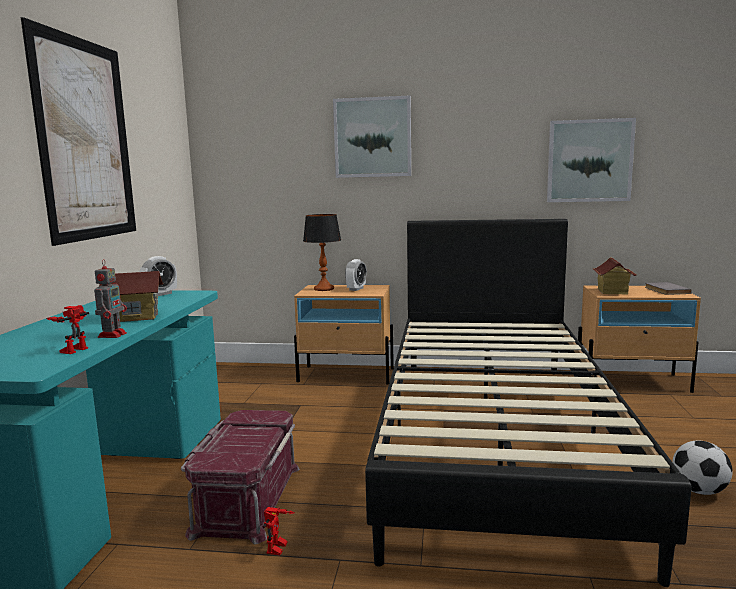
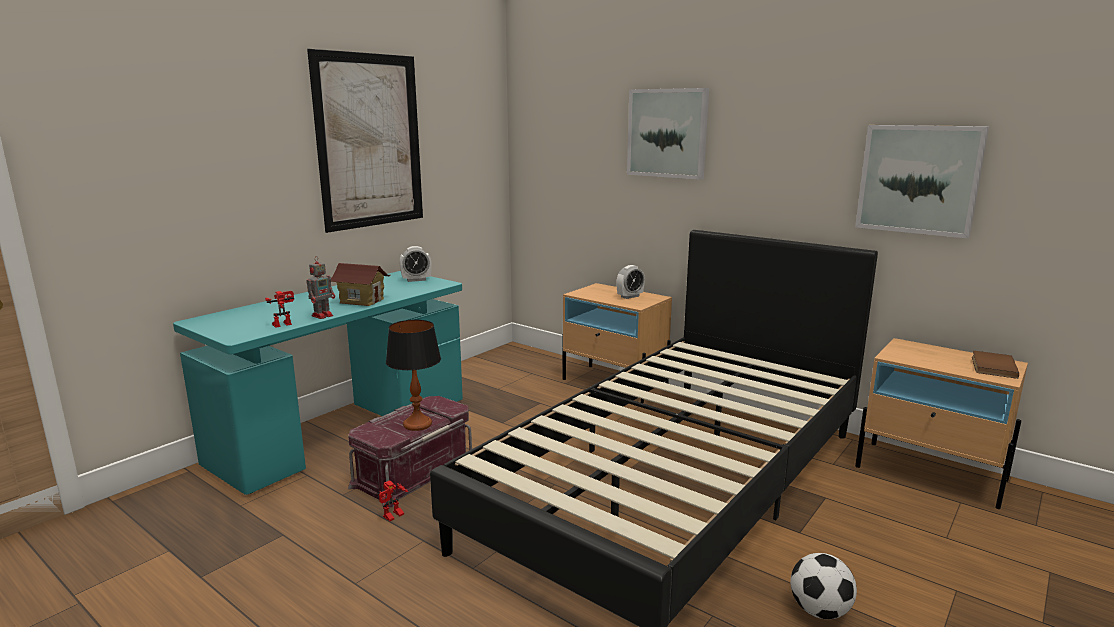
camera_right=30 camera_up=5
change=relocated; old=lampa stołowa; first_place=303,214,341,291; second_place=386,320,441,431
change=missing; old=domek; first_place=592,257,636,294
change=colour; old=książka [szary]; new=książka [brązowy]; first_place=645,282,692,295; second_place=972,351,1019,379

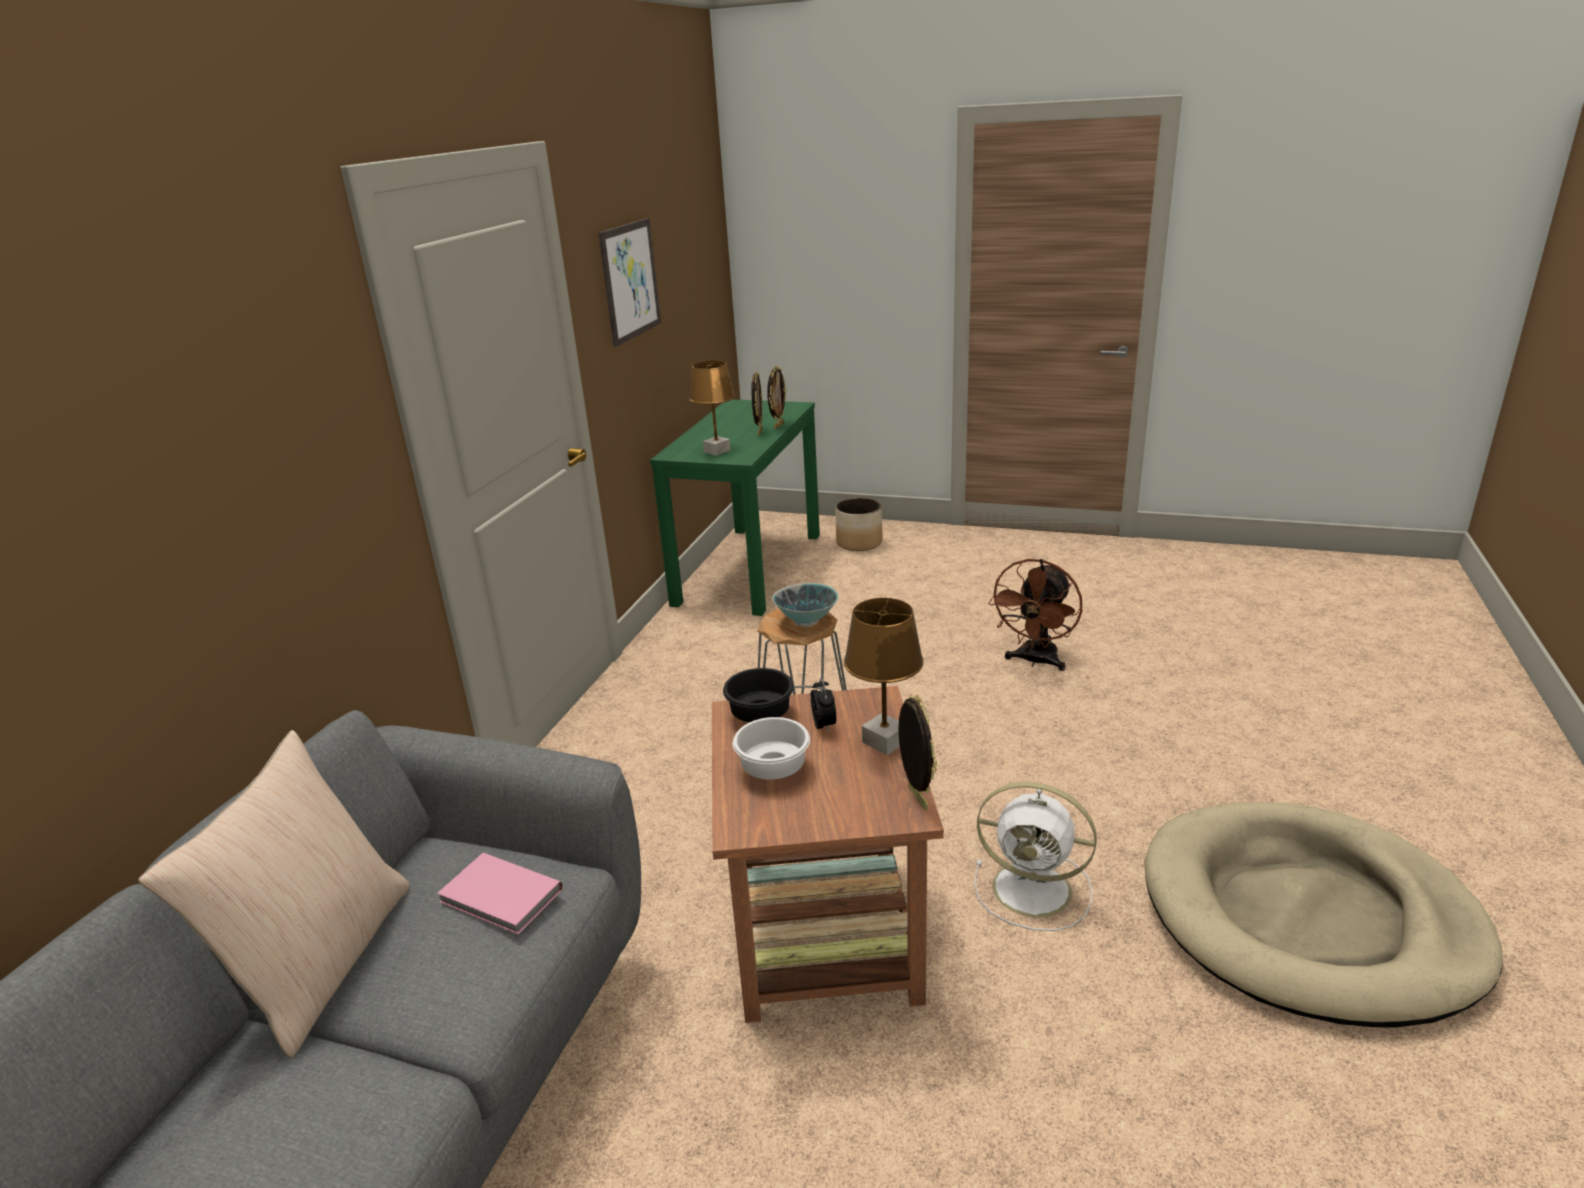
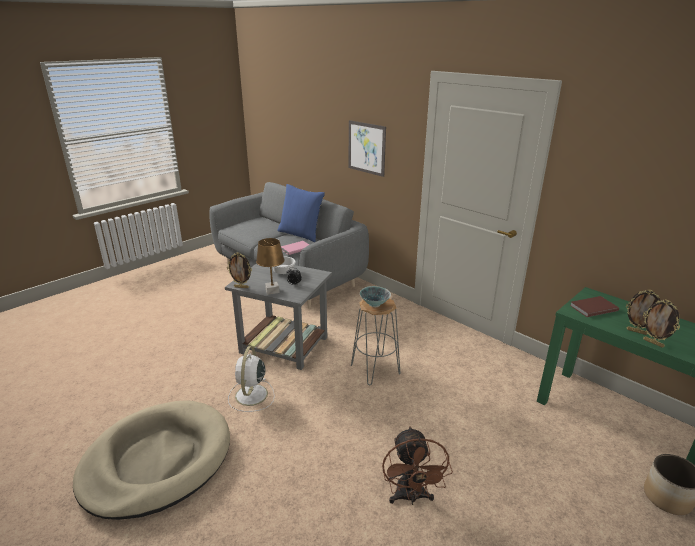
camera_right=115 camera_up=0
change=relocated; old=obraz; first_place=598,218,661,347; second_place=349,120,386,177
change=exchanged; old=lampa stołowa [brązowy]; new=książka [brązowy]; first_place=689,360,735,456; second_place=570,296,619,317
change=spun; old=wentylator [brązowy]; first_place=988,559,1082,671; second_place=382,426,453,505; degrees=-150
change=missing; old=miska [czarny]; first_place=723,668,794,722
change=colour; old=stolik [brązowy]; new=stolik [szary]; first_place=712,686,944,1023; second_place=225,263,332,370
change=colour; old=poduszka [beżowy]; new=poduszka [niebieski]; first_place=138,730,410,1058; second_place=277,184,325,242
change=spun; old=wentylator [biały]; first_place=974,782,1097,931; second_place=228,346,275,412; degrees=-45

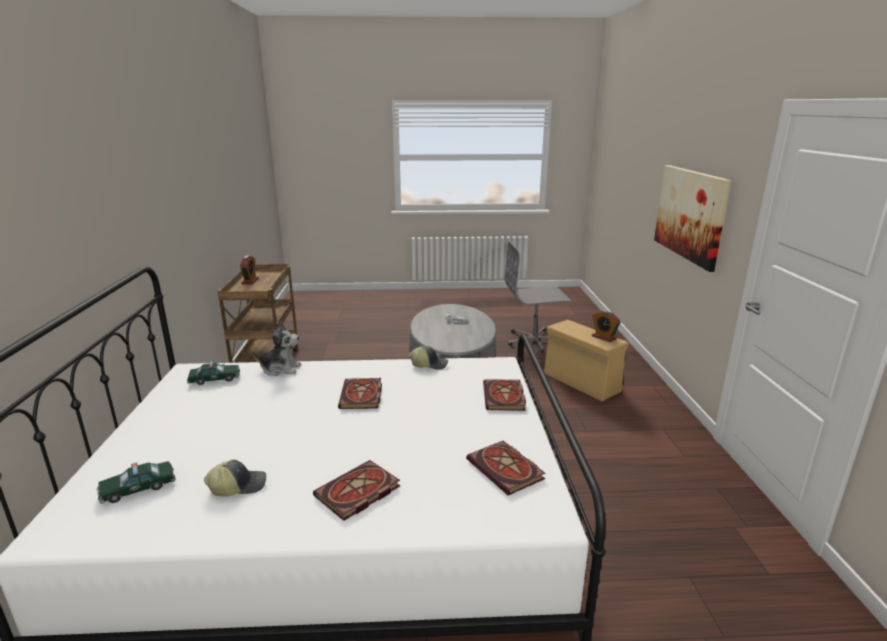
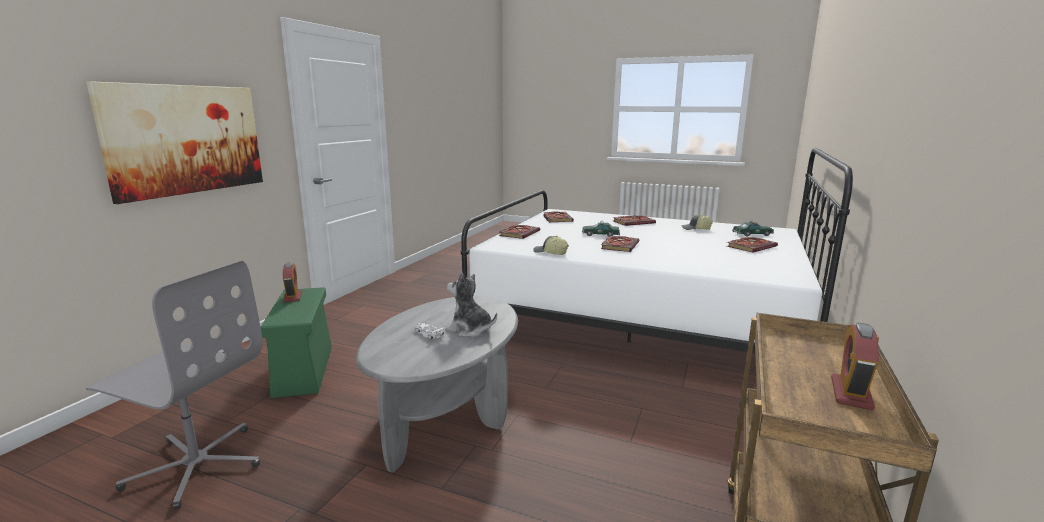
camera_right=-155 camera_up=-5
change=colour; old=pojemnik do przechowywania [beżowy]; new=pojemnik do przechowywania [zielony]; first_place=544,320,628,401; second_place=261,287,332,398
change=relocated; old=pluszak; first_place=252,322,301,376; second_place=445,272,497,337
change=relocated; old=samochodzik; first_place=187,361,240,385; second_place=582,221,620,237
change=appeared; new=książka; second_place=727,237,778,253

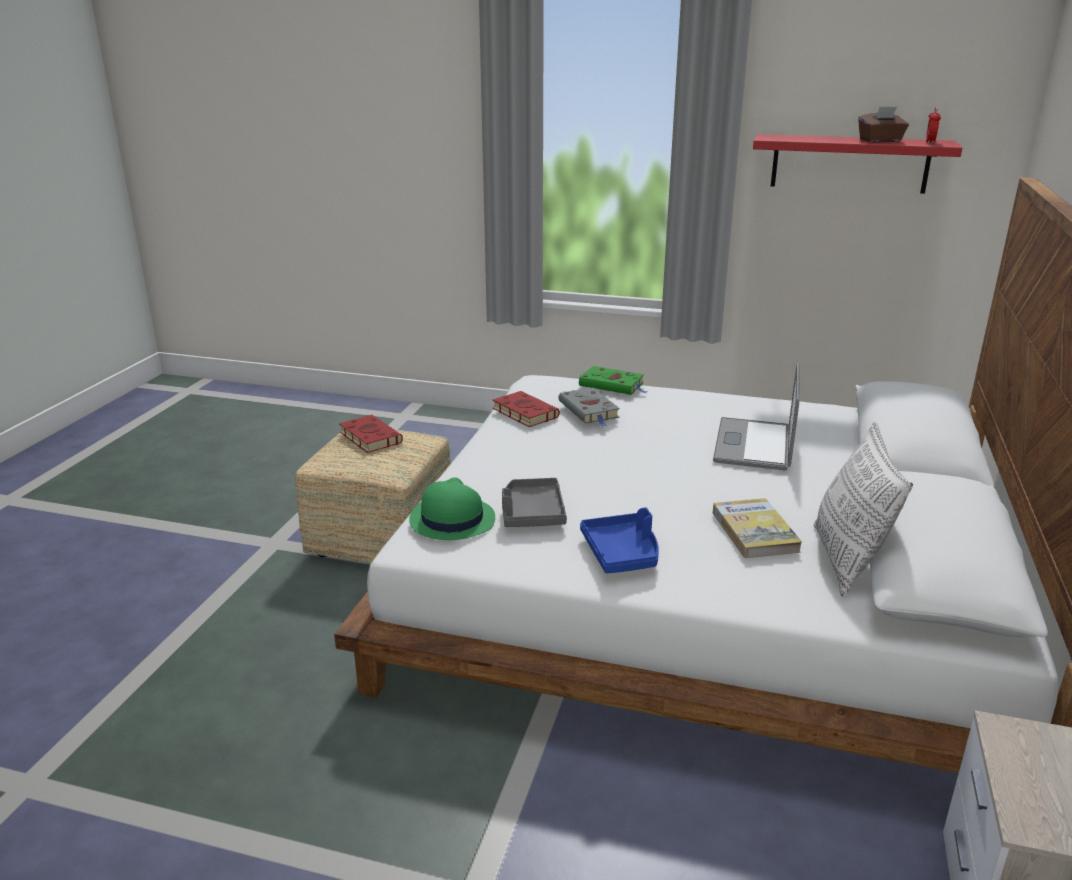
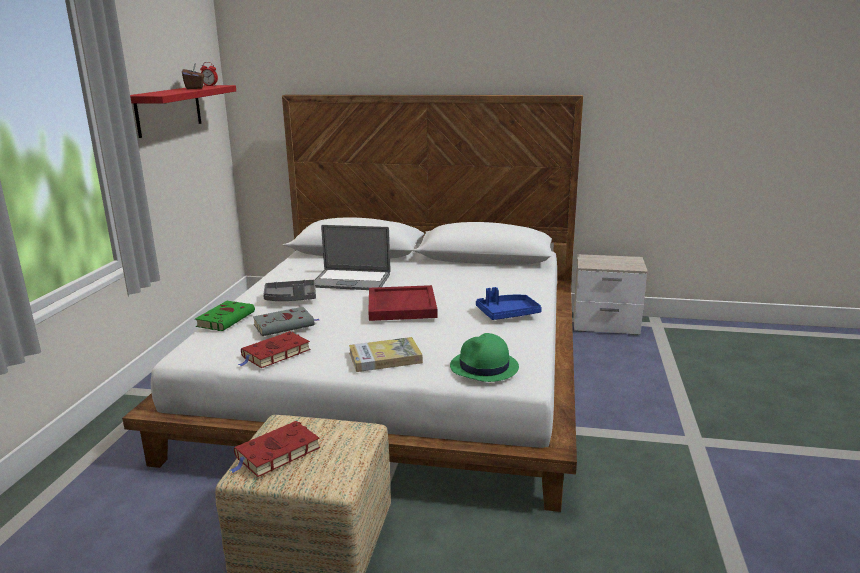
camera_right=-95 camera_up=-5
change=missing; old=poduszka; first_place=814,422,913,597
change=relocated; old=taca [szary]; first_place=502,478,567,527; second_place=263,280,316,301
change=relocated; old=książka; first_place=713,498,802,558; second_place=349,337,423,372
change=appeared; new=taca [czerwony]; second_place=368,285,438,321

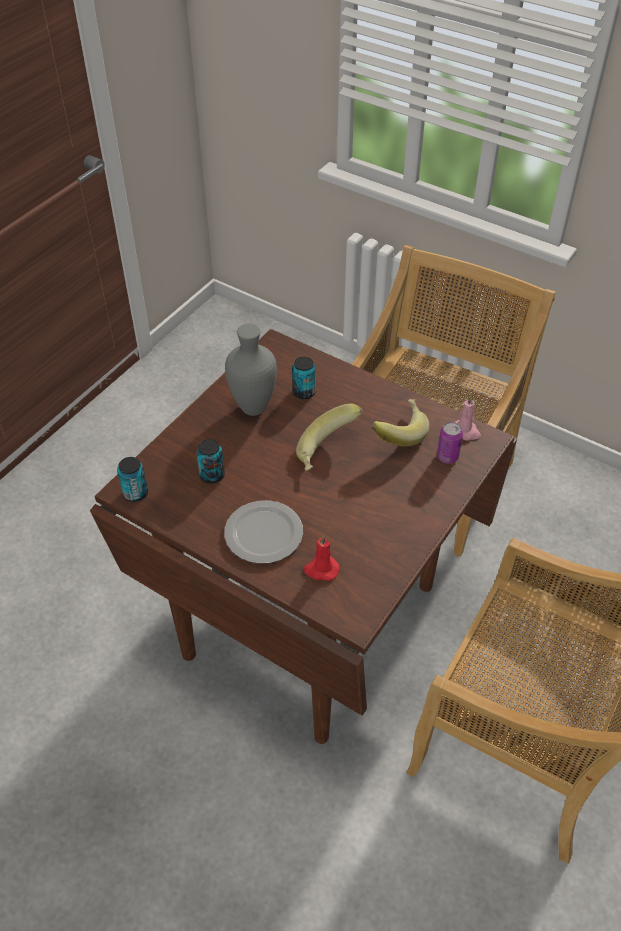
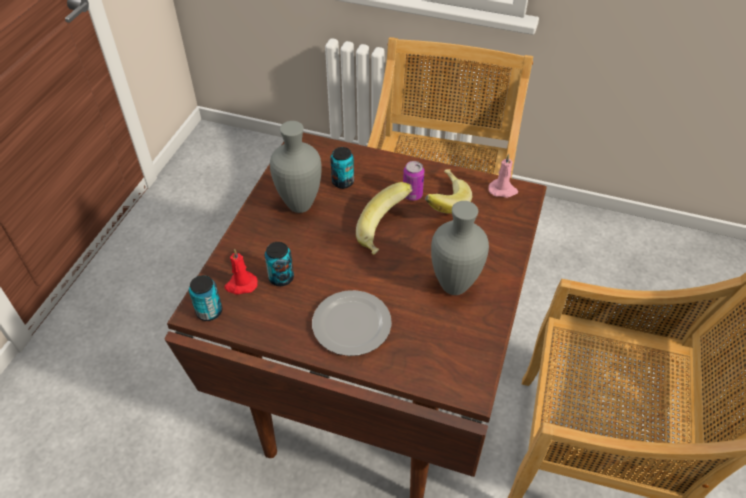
camera_right=-15 camera_up=0
change=relocated; old=puszka; first_place=437,422,463,464; second_place=403,161,424,201
change=relocated; old=świeca [czerwony]; first_place=303,535,339,581; second_place=224,249,258,294
change=appeared; new=wazon [szary]; second_place=431,201,489,295

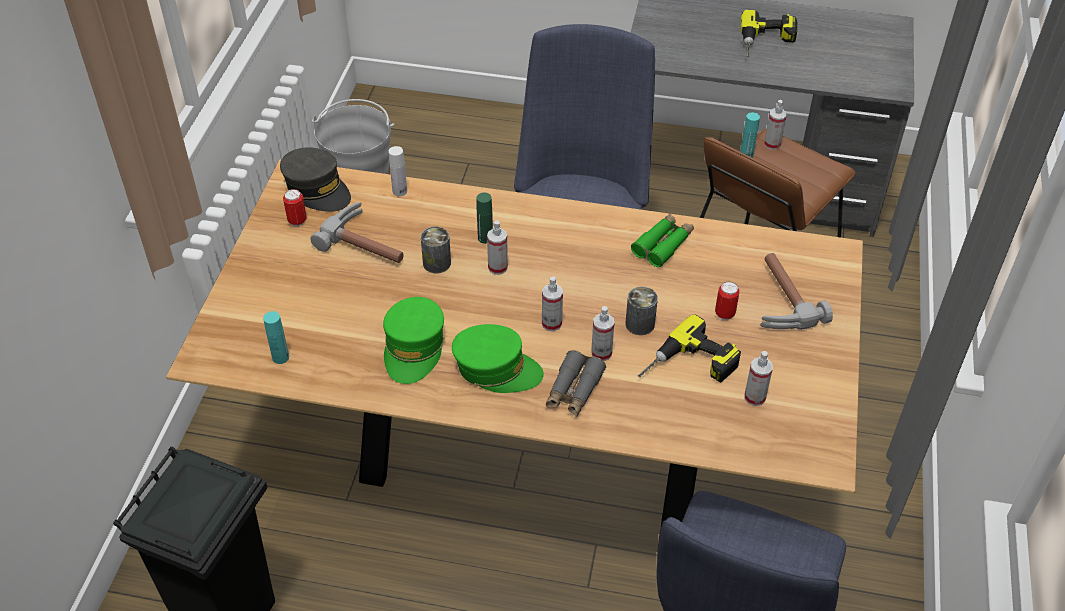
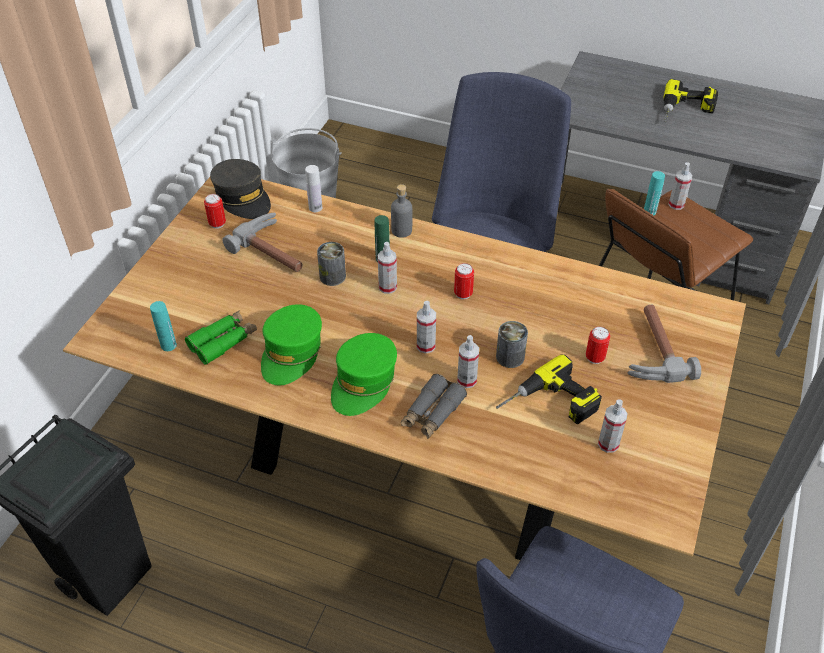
camera_right=10 camera_up=0
change=relocated; old=lornetka [zielony]; first_place=631,213,694,267; second_place=185,310,257,365
change=spun; old=czapka z daszkiem [zielony]; first_place=452,324,544,393; second_place=331,333,397,416; degrees=90
change=appeared; new=butelka [szary]; second_place=391,184,412,238
change=appeared; new=puszka; second_place=454,263,474,299

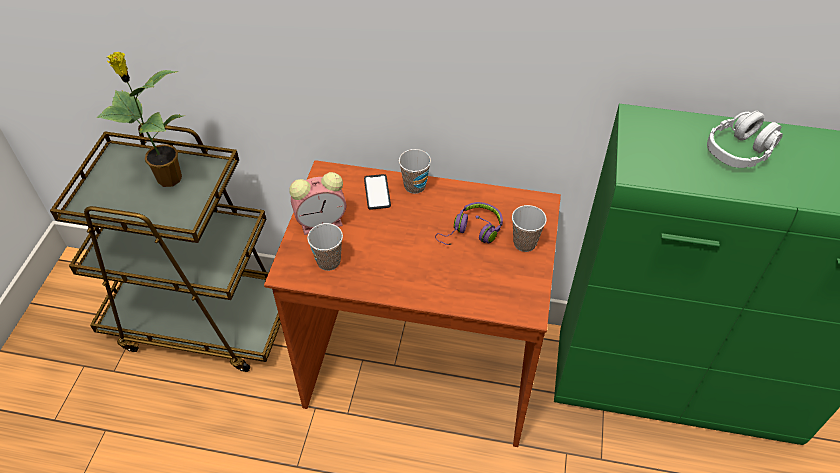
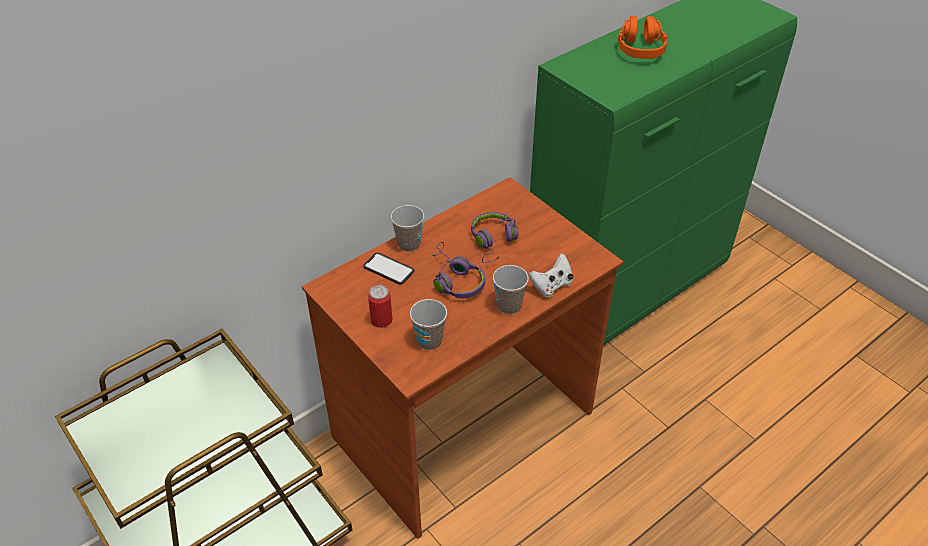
camera_right=-50 camera_up=-5
change=missing; old=roślina doniczkowa; first_place=96,51,186,187
change=colour; old=słuchawki [szary]; new=słuchawki [pomarańczowy]; first_place=707,111,783,168; second_place=618,16,667,59
change=exchanged; old=budzik; new=puszka; first_place=289,172,346,235; second_place=368,285,392,328
change=relocated; old=filiżanka; first_place=512,205,547,252; second_place=493,265,529,314
change=appeared; new=słuchawki [fioletowy]; second_place=433,242,485,298
change=appeared; new=pad do gier [biały]; second_place=528,253,573,297

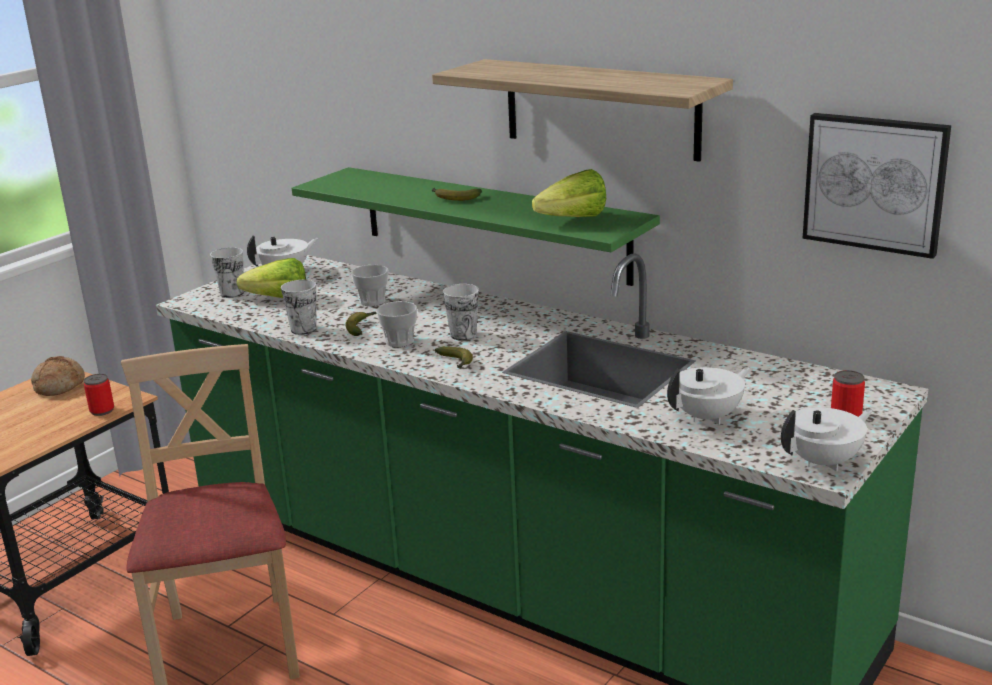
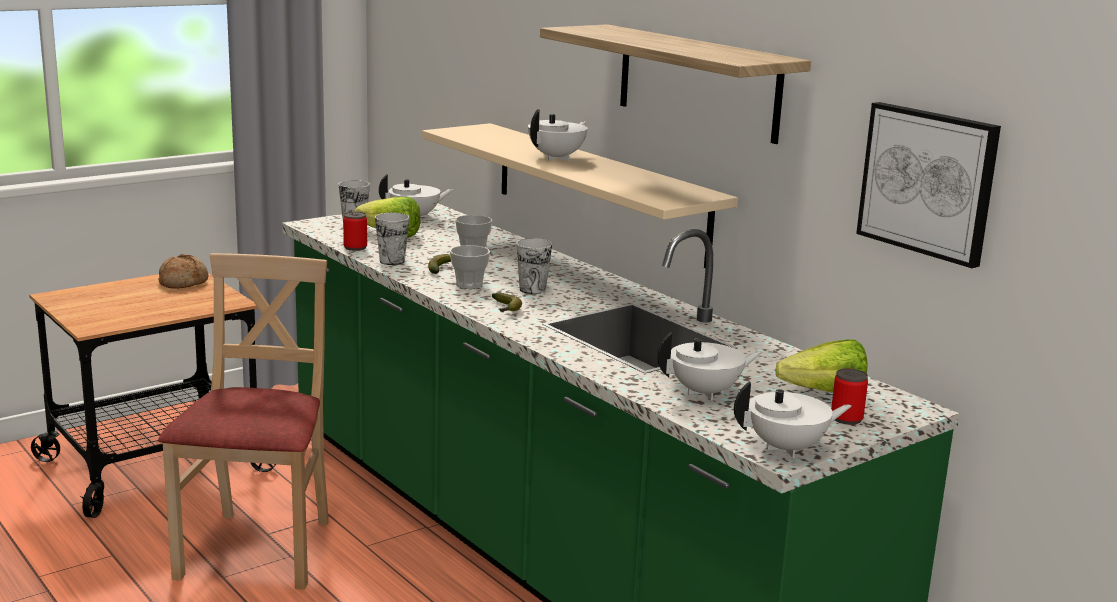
camera_right=15 camera_up=-5
change=colour; old=półka [zielony]; new=półka [beżowy]; first_place=292,167,660,286; second_place=422,123,738,268
change=relocated; old=sałata; first_place=532,169,606,217; second_place=775,340,867,392
change=exchanged; old=banan; new=imbryk [biały]; first_place=432,188,482,201; second_place=528,109,587,161
change=relocated; old=puszka; first_place=84,374,114,416; second_place=343,212,367,251

